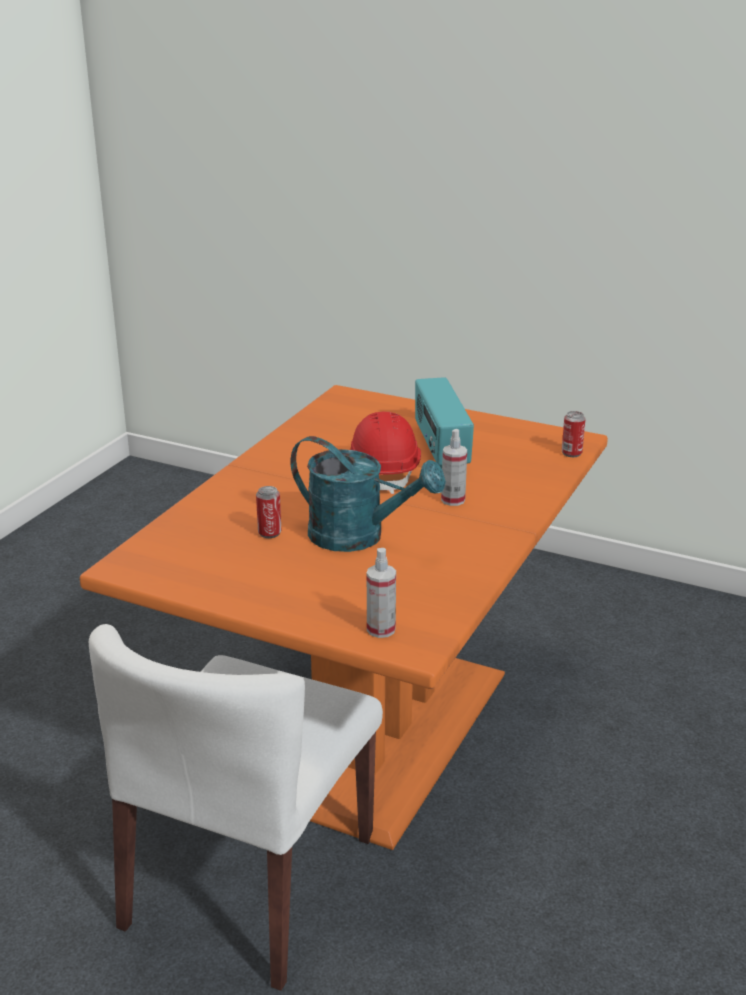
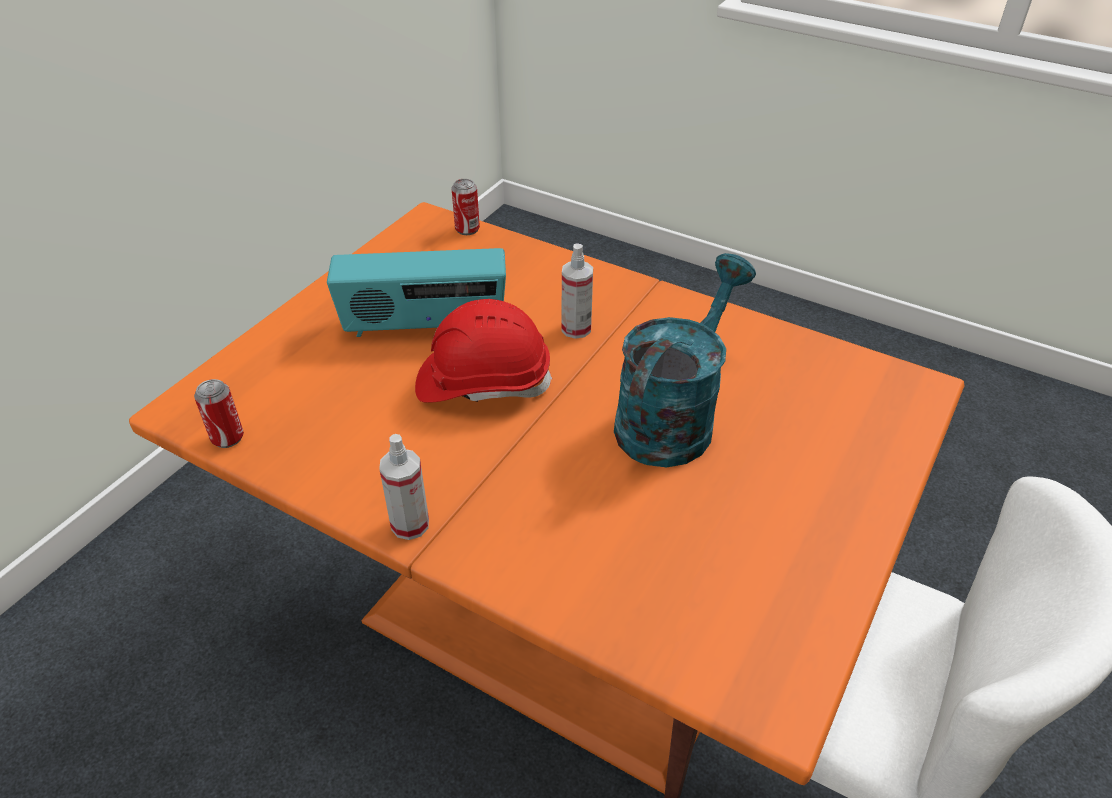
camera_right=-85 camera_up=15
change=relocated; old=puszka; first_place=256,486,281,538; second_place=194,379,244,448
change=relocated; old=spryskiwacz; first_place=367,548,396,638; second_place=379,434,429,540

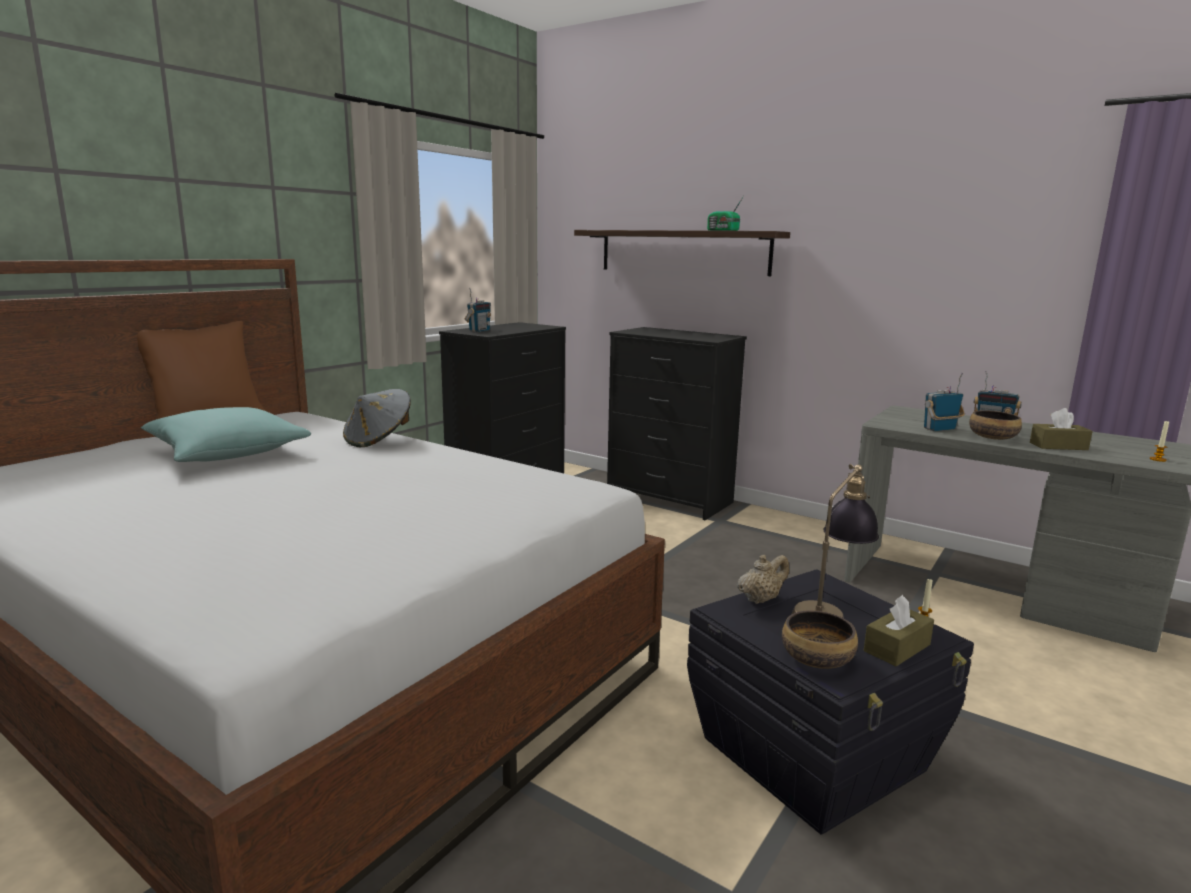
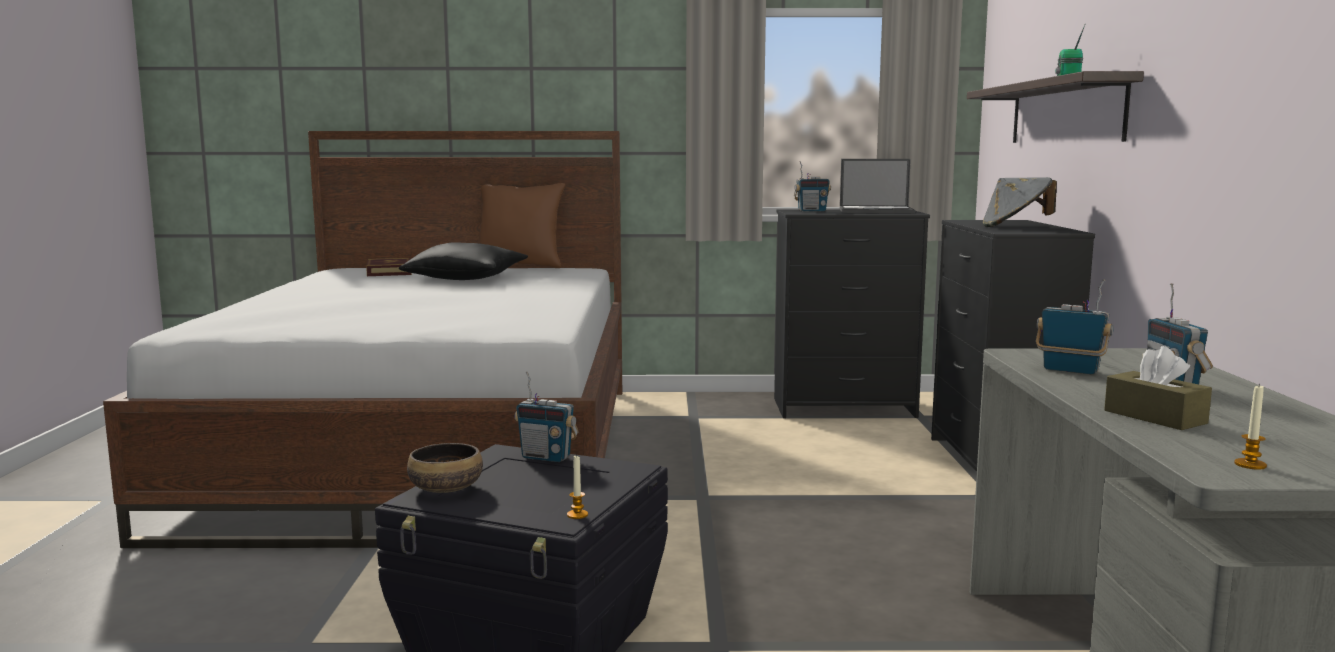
camera_right=55 camera_up=-5
change=relocated; old=kapelusz [szary]; first_place=343,389,411,447; second_place=983,177,1057,227
change=colour; old=poduszka [turkusowy]; new=poduszka [czarny]; first_place=141,407,311,462; second_place=399,242,528,280
change=missing; old=miska; first_place=969,410,1022,440
change=missing; old=lampa stołowa; first_place=792,464,879,618
change=exchanged; old=imbryk [beżowy]; new=radio; first_place=737,555,789,604; second_place=514,371,579,462
change=missing; old=pudełko chusteczek [brązowy]; first_place=864,595,934,666
change=appeared; new=laptop; second_place=840,159,915,213
change=appeared; new=książka; second_place=366,258,412,276

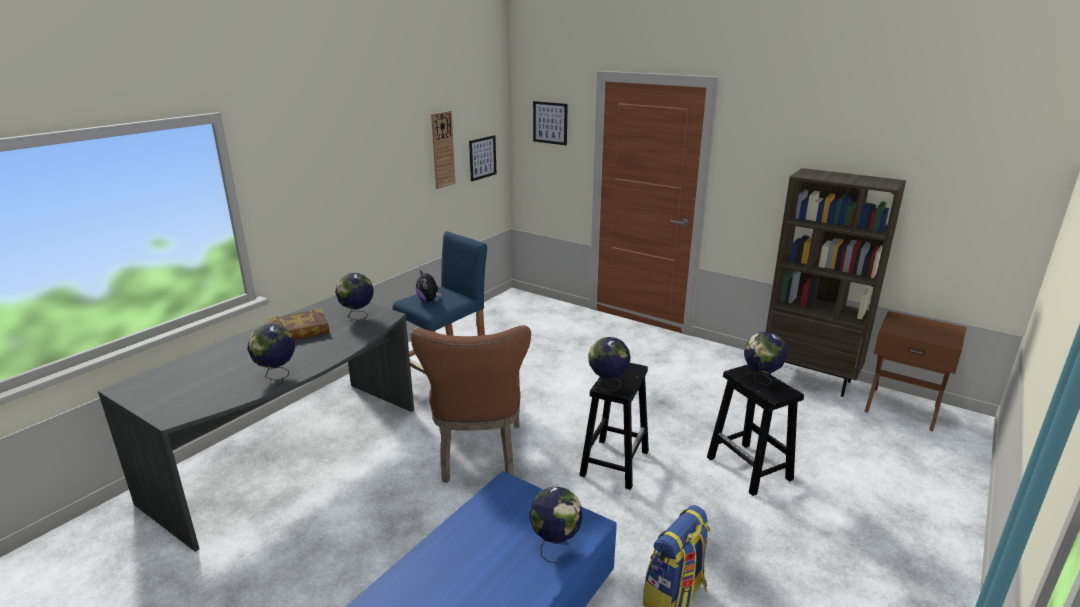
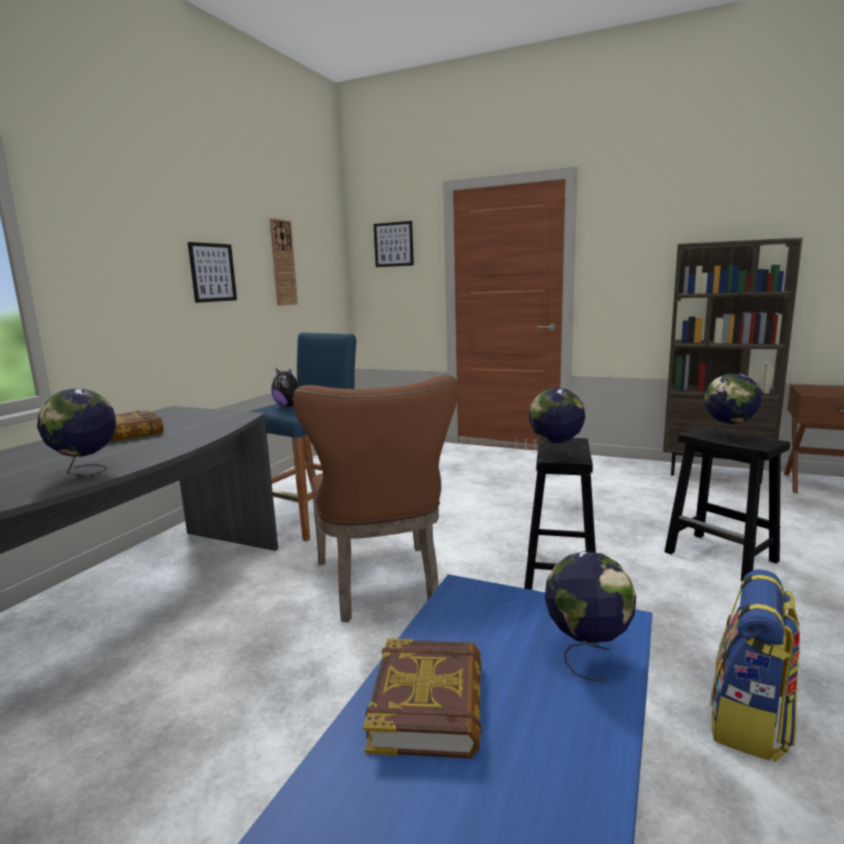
camera_right=-10 camera_up=-10
change=relocated; old=obraz; first_place=469,135,496,181; second_place=188,242,237,303
change=missing; old=globus; first_place=335,273,374,321
change=appeared; new=książka; second_place=363,639,482,758

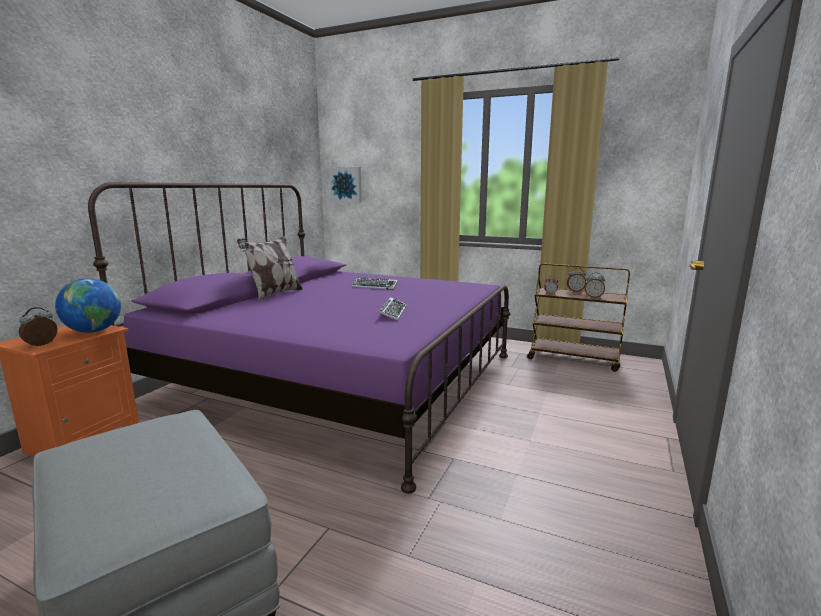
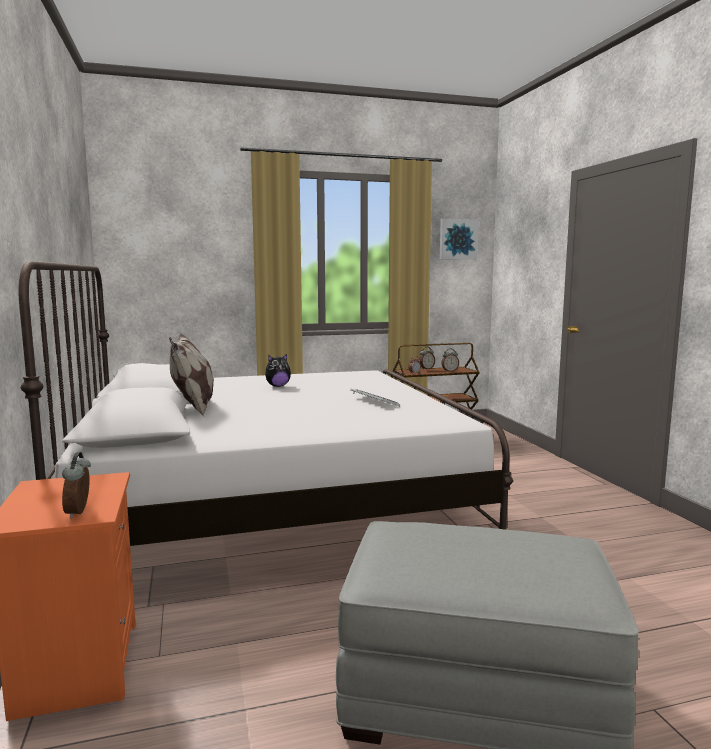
camera_right=-40 camera_up=-5
change=relocated; old=obraz; first_place=329,167,362,203; second_place=440,219,479,260
change=colour; old=łóżko [fioletowy]; new=łóżko [biały]; first_place=88,182,510,493; second_place=18,261,513,546
change=exchanged; old=klawiatura; new=pluszak; first_place=351,277,398,290; second_place=265,354,291,387
change=missing; old=globus; first_place=55,278,121,333

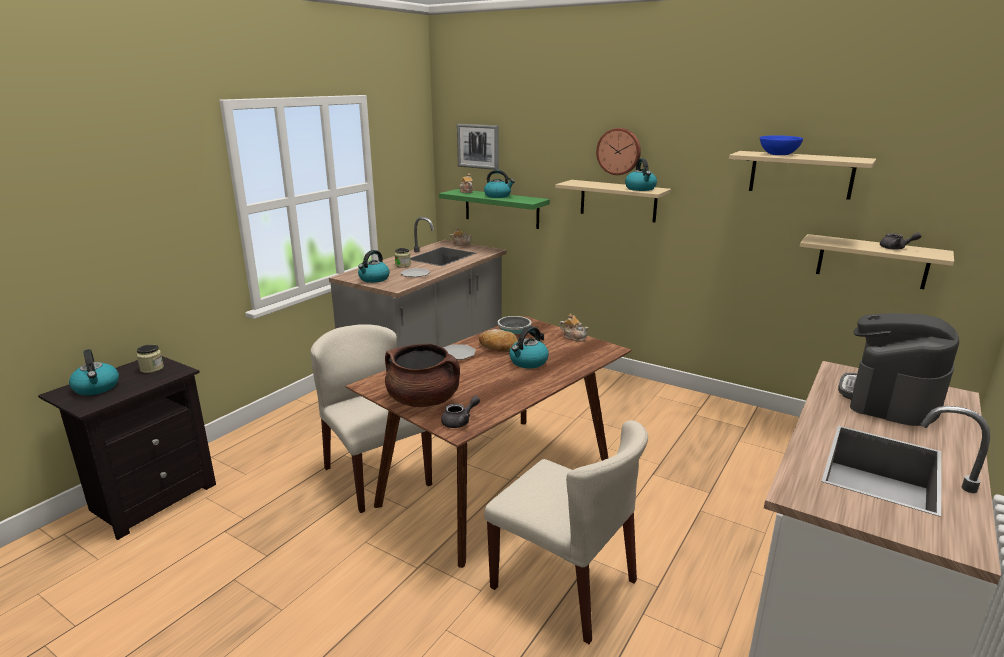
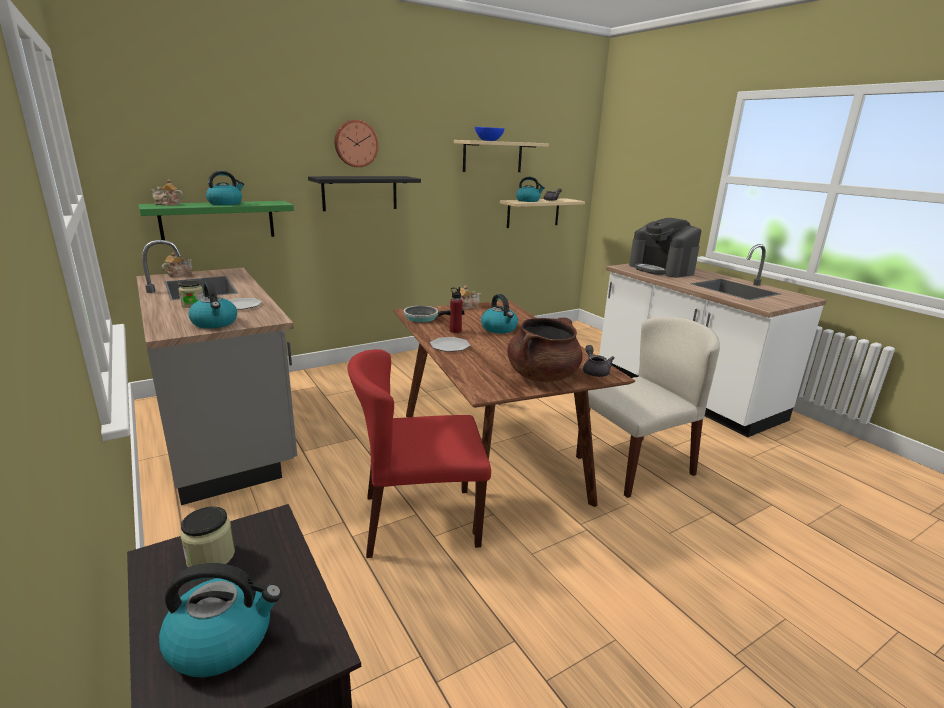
camera_right=-65 camera_up=0
change=missing; old=obraz; first_place=457,124,499,170
change=relocated; old=czajnik; first_place=625,158,657,191; second_place=516,177,545,202
change=colour; old=półka [beżowy]; new=półka [czarny]; first_place=555,180,671,223; second_place=308,176,421,211
change=colour; old=krzesło [beżowy]; new=krzesło [czerwony]; first_place=310,324,432,513; second_place=348,349,491,558
change=exchanged; old=chleb; new=butelka [czerwony]; first_place=479,329,518,352; second_place=450,287,463,333

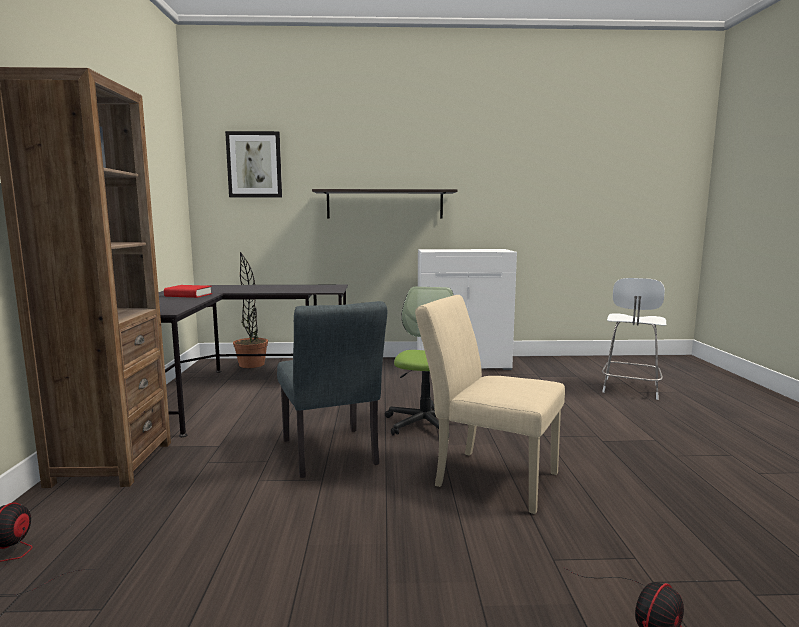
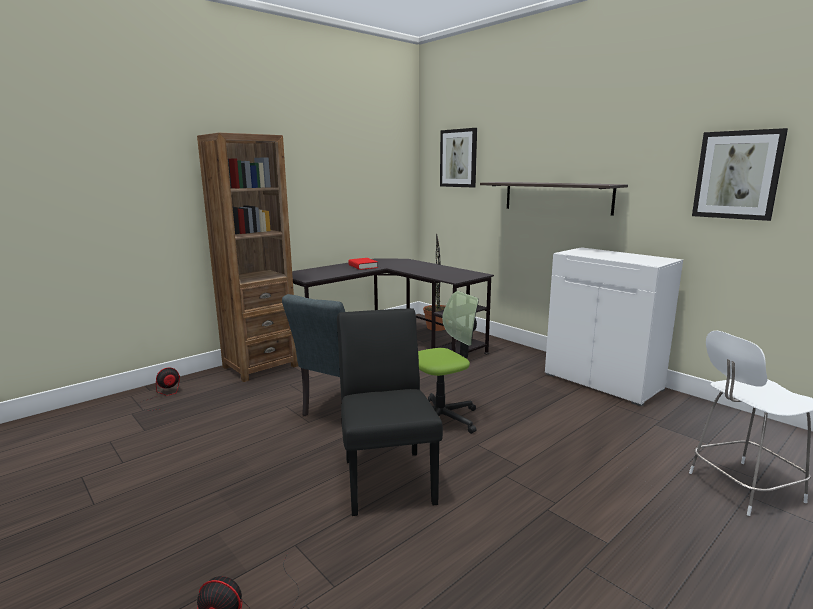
camera_right=50 camera_up=5
change=colour; old=krzesło [beżowy]; new=krzesło [czarny]; first_place=415,295,565,514; second_place=337,308,443,516
change=appeared; new=obraz; second_place=692,128,788,221

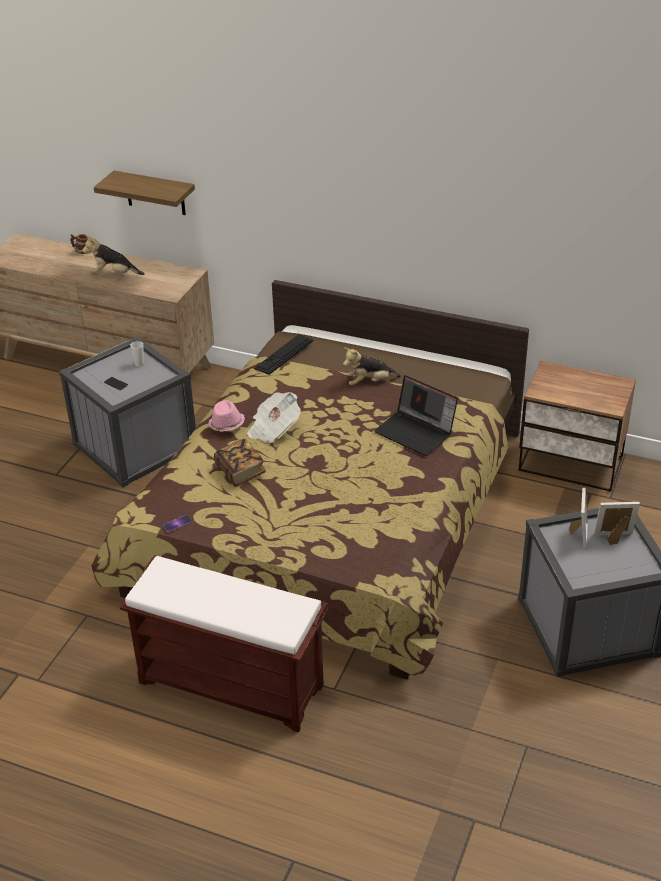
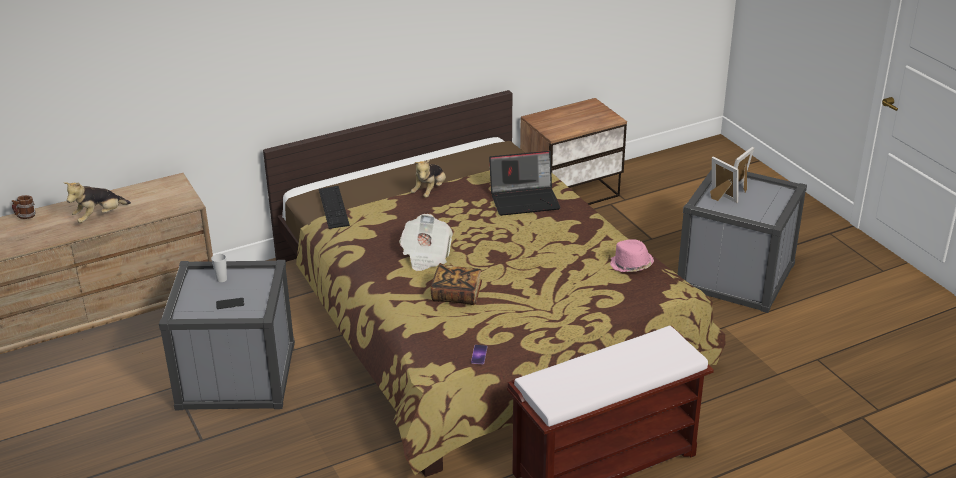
camera_right=-50 camera_up=-5
change=missing; old=półka; first_place=94,171,195,215
change=relocated; old=kapelusz [różowy]; first_place=208,400,245,432; second_place=610,239,654,272

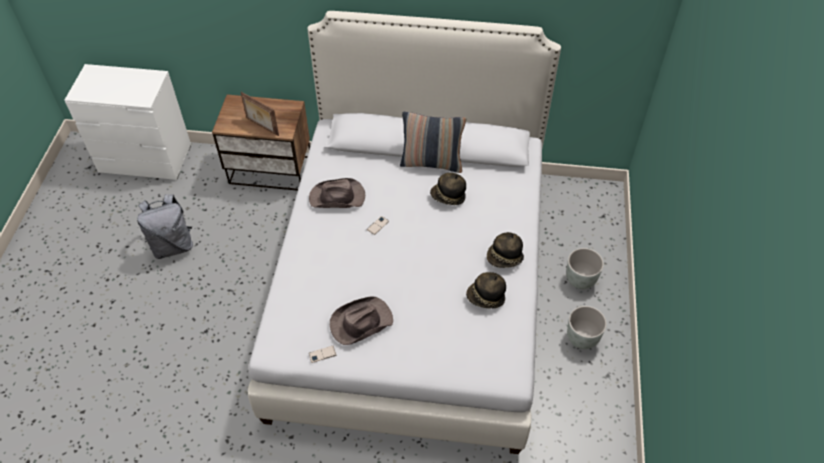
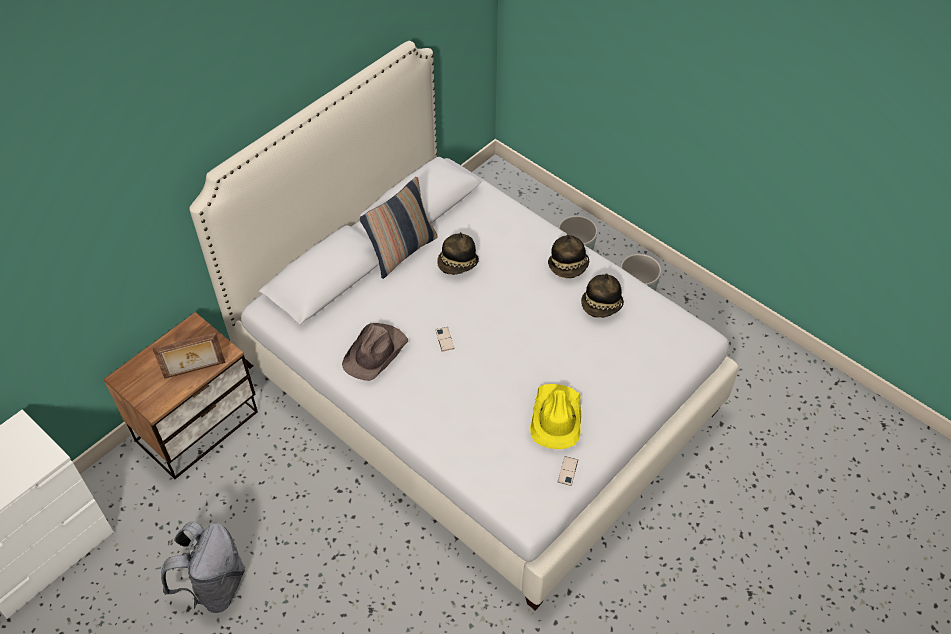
camera_right=-55 camera_up=0
change=colour; old=kapelusz [brązowy]; new=kapelusz [żółty]; first_place=330,296,393,345; second_place=530,384,581,449

